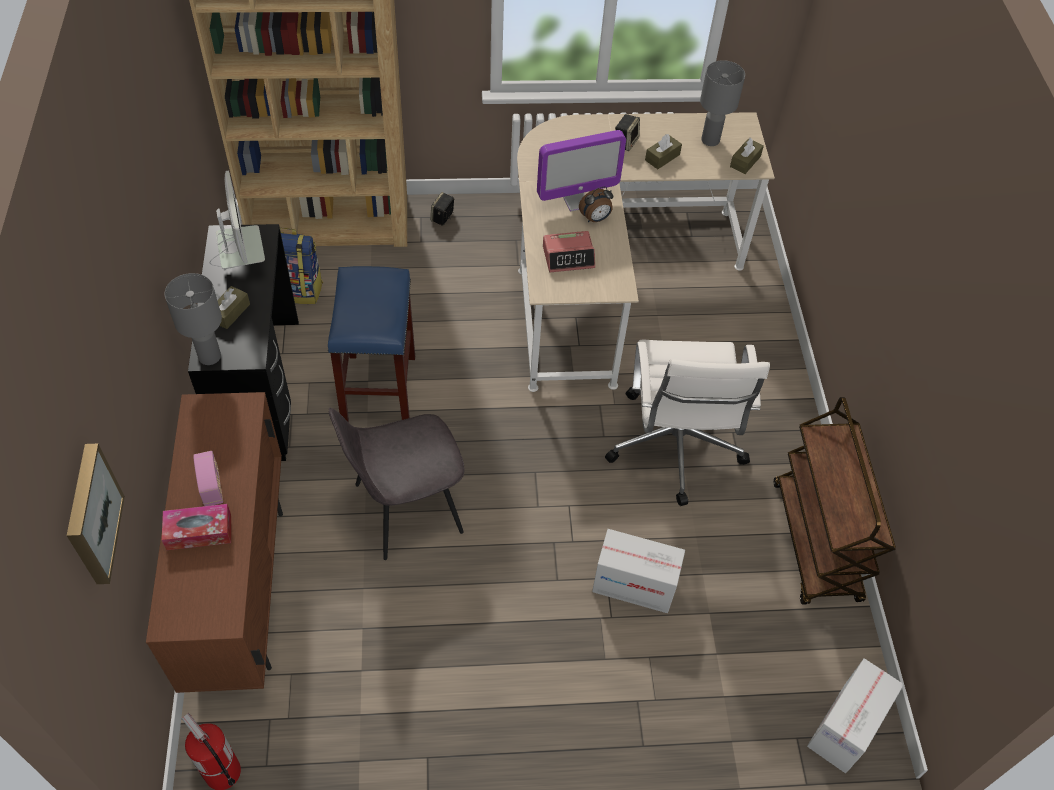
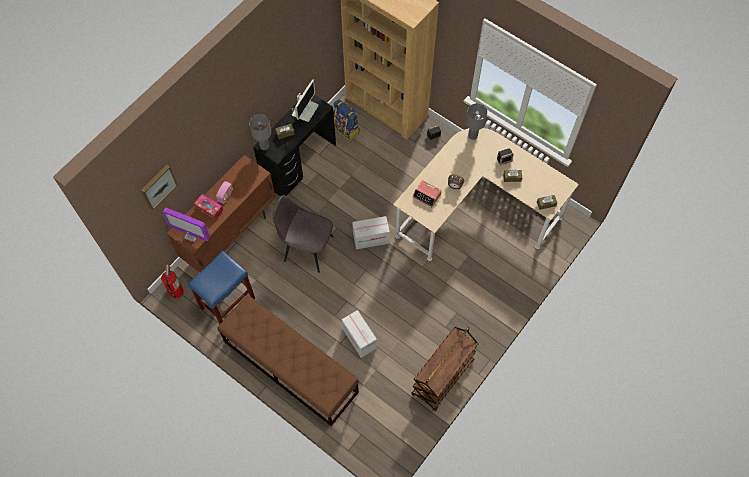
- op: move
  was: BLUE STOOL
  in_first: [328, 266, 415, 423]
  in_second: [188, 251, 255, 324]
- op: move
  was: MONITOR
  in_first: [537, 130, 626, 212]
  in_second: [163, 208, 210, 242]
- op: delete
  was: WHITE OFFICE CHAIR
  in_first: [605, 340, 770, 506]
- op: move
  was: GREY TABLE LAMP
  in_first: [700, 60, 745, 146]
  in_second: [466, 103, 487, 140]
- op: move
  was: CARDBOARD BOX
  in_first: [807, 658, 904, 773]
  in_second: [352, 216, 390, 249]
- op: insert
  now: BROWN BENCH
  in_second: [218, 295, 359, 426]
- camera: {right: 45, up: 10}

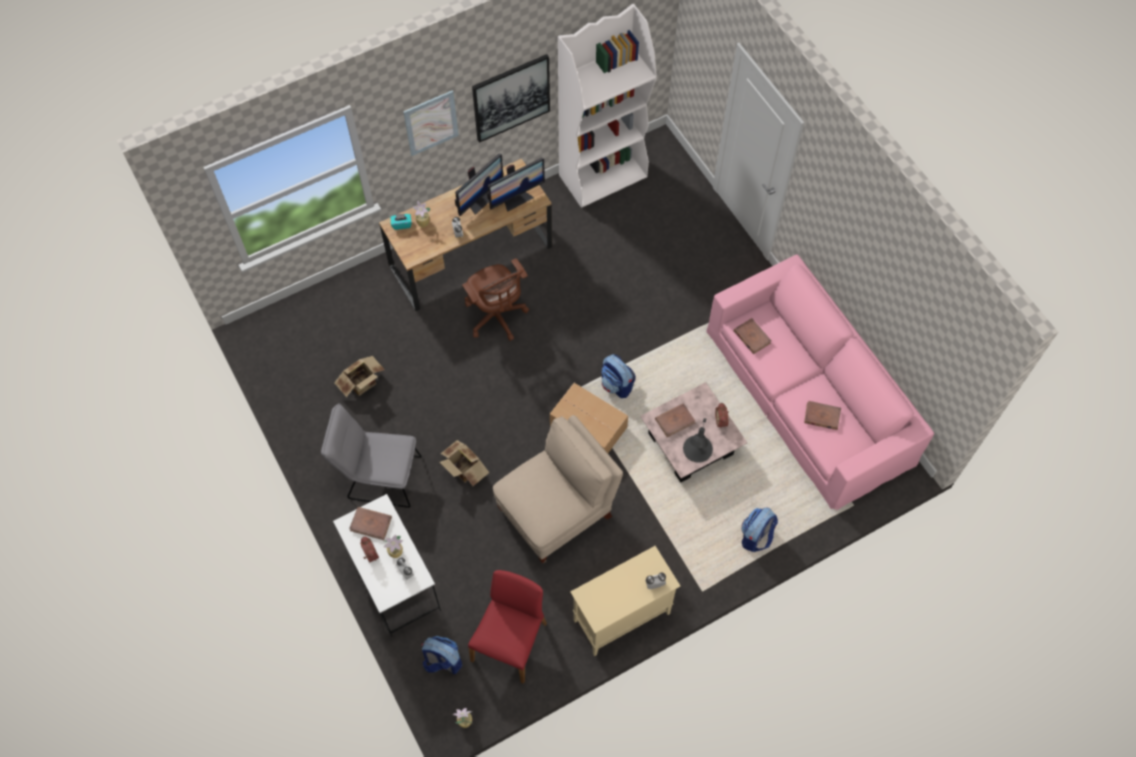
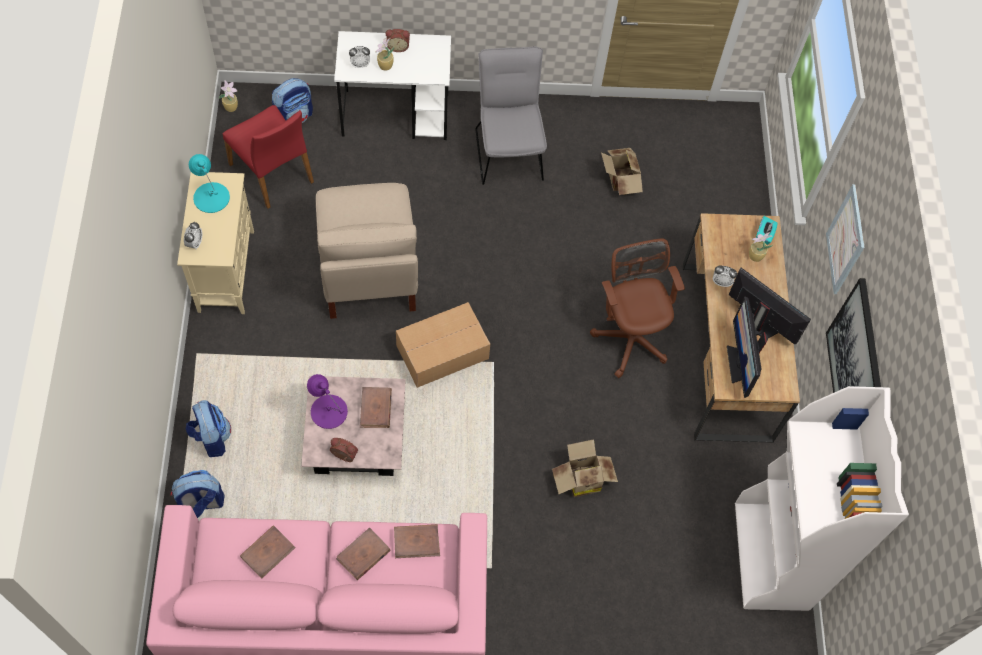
- op: rotate
  was: GREY CHAIR
  in_first: [321, 403, 422, 508]
  in_second: [476, 46, 547, 185]
  clockwise: -45
- op: move
  was: BROWN BOOK
  in_first: [349, 507, 392, 540]
  in_second: [336, 527, 391, 580]
- op: move
  was: CARDBOARD BOX
  in_first: [440, 440, 489, 486]
  in_second: [552, 439, 618, 497]
- op: rotate
  was: MONITOR
  in_first: [455, 154, 503, 216]
  in_second: [729, 268, 811, 344]
  clockwise: 150
- op: rotate
  was: BROWN OFFICE CHAIR
  in_first: [462, 258, 529, 341]
  in_second: [590, 239, 685, 378]
  clockwise: 75
- op: move
  was: BACKPACK
  in_first: [601, 354, 635, 398]
  in_second: [170, 470, 225, 518]
- op: recolor
  was: BLACK TABLE LAMP
  now: PURPLE TABLE LAMP
  in_first: [683, 418, 713, 463]
  in_second: [307, 374, 348, 429]
- op: insert
  now: TURQUOISE TABLE LAMP
  in_second: [189, 154, 230, 213]
- camera: {right: 115, up: 0}

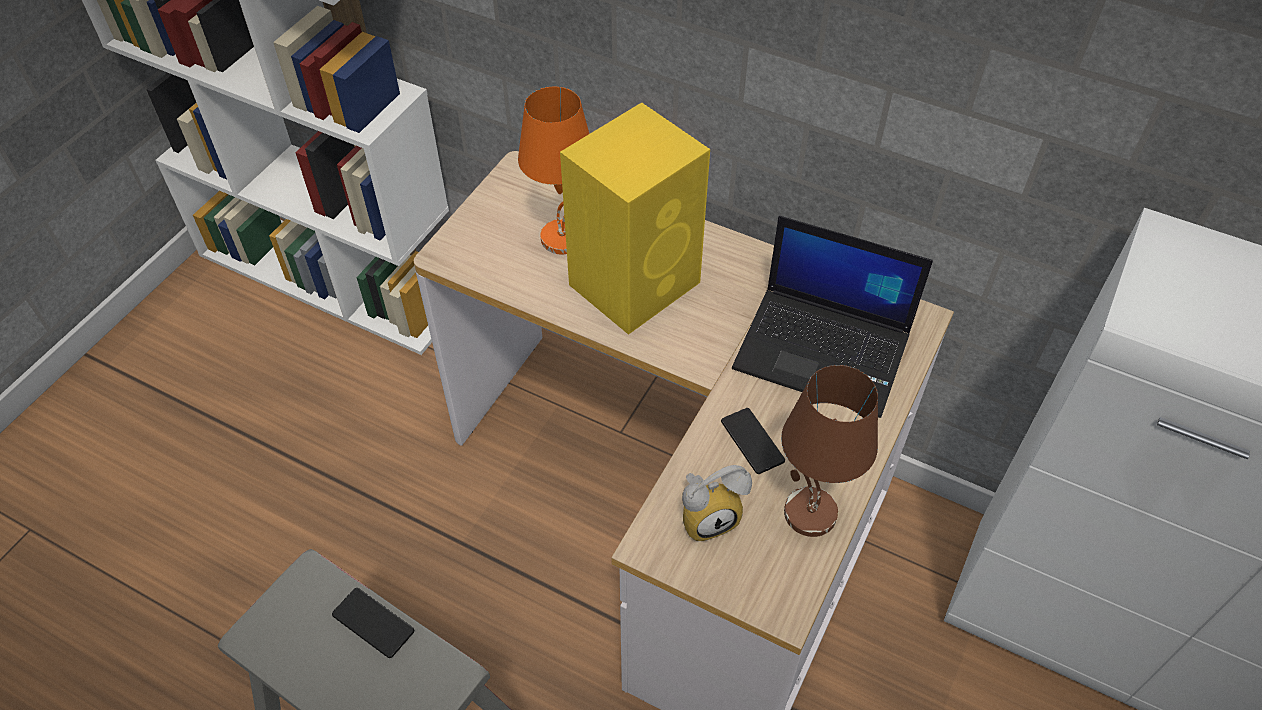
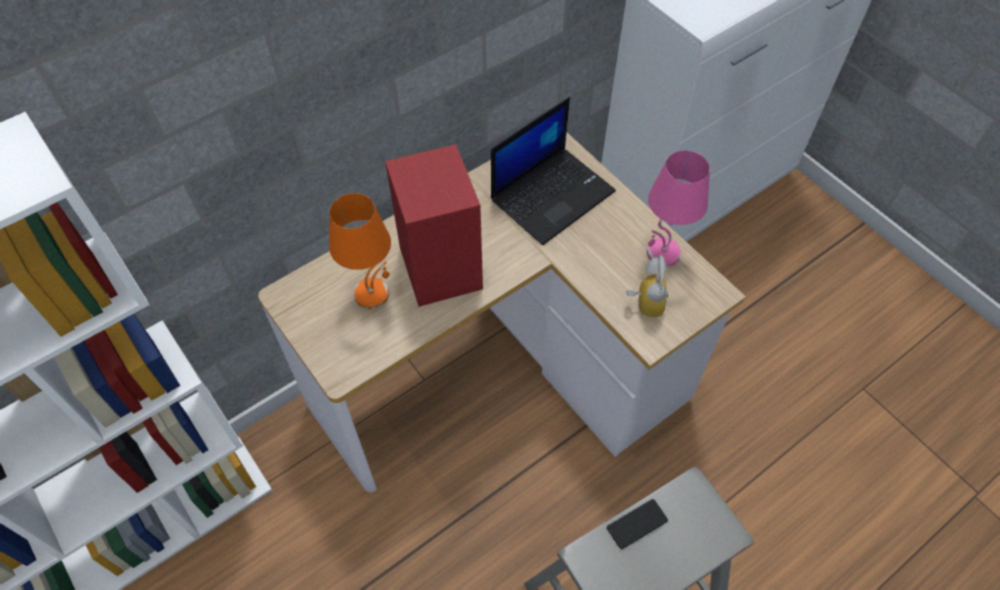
- op: recolor
  was: YELLOW SPEAKER
  now: RED SPEAKER
  in_first: [560, 102, 710, 335]
  in_second: [385, 144, 483, 307]
- op: delete
  was: PHONE
  in_first: [721, 408, 785, 474]
- op: recolor
  was: BROWN TABLE LAMP
  now: PINK TABLE LAMP
  in_first: [781, 365, 878, 537]
  in_second: [647, 150, 710, 267]
- camera: {right: -65, up: 5}

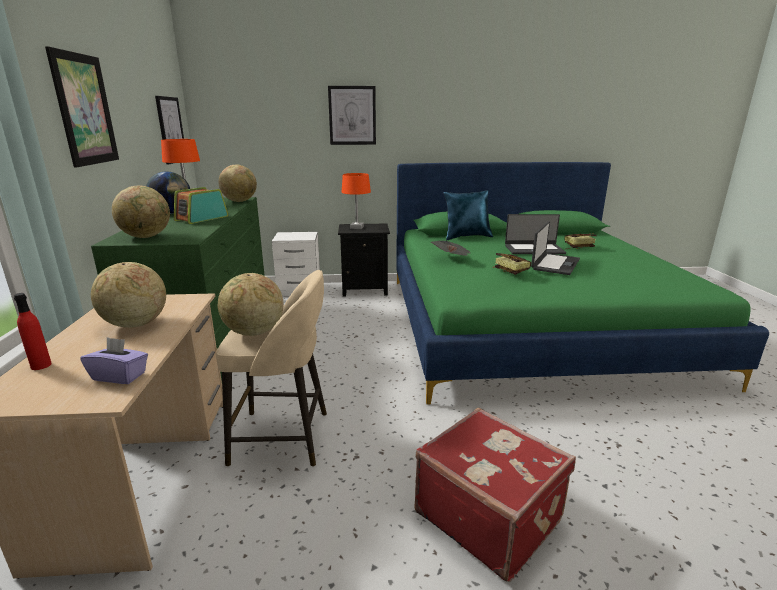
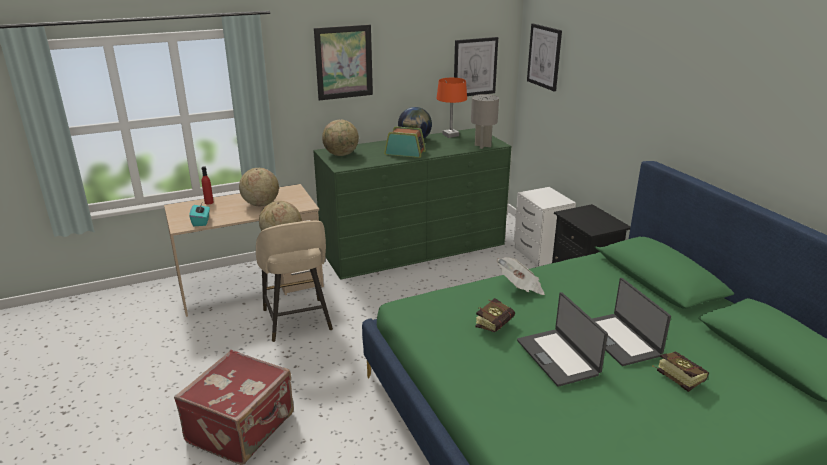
- op: recolor
  was: PURPLE TISSUE BOX
  now: TURQUOISE TISSUE BOX
  in_first: [80, 337, 148, 384]
  in_second: [189, 203, 210, 226]
- op: replace
  was: GLOBE
  now: GREY TABLE LAMP
  in_first: [219, 164, 257, 202]
  in_second: [471, 94, 499, 149]
- op: move
  was: PICTURE
  in_first: [328, 86, 376, 145]
  in_second: [527, 23, 562, 91]
- op: delete
  was: ORANGE TABLE LAMP
  in_first: [342, 173, 371, 229]
- op: delete
  was: BLUE PILLOW
  in_first: [444, 190, 493, 240]
- op: rotate
  was: LAPTOP
  in_first: [531, 221, 580, 275]
  in_second: [517, 292, 608, 387]
  clockwise: 60
- camera: {right: 70, up: 5}

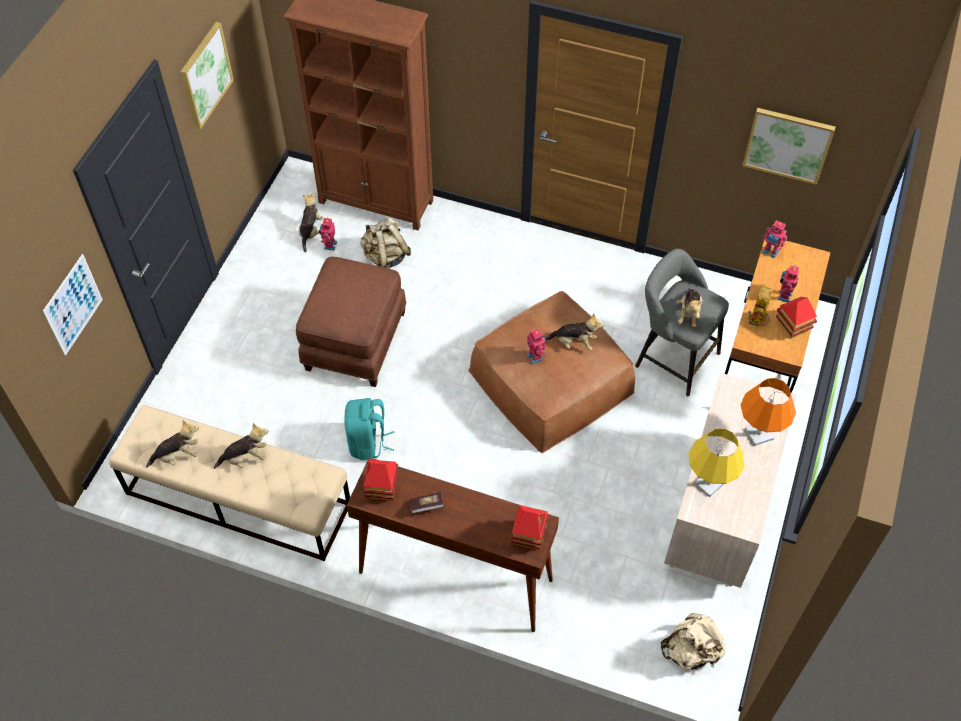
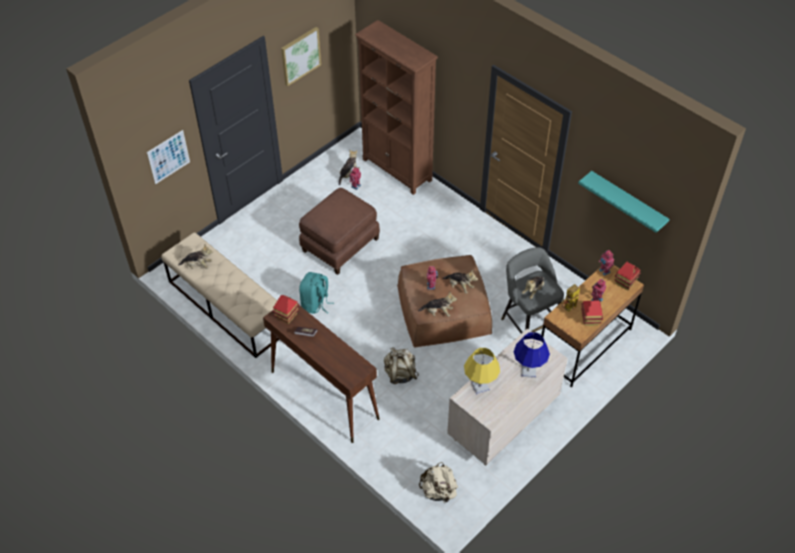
- op: move
  was: PLUSH TOY
  in_first: [214, 423, 268, 469]
  in_second: [418, 292, 457, 317]
- op: move
  was: BEIGE BACKPACK
  in_first: [360, 217, 411, 268]
  in_second: [384, 347, 419, 384]
- op: move
  was: TOY HOUSE
  in_first: [510, 505, 549, 550]
  in_second: [614, 262, 641, 290]
- op: recolor
  was: ORANGE TABLE LAMP
  now: BLUE TABLE LAMP
  in_first: [741, 378, 796, 446]
  in_second: [514, 332, 550, 378]
- op: replace
  was: PICTURE
  now: TURQUOISE SHELF
  in_first: [742, 108, 835, 185]
  in_second: [578, 171, 669, 233]
- camera: {right: 25, up: -5}

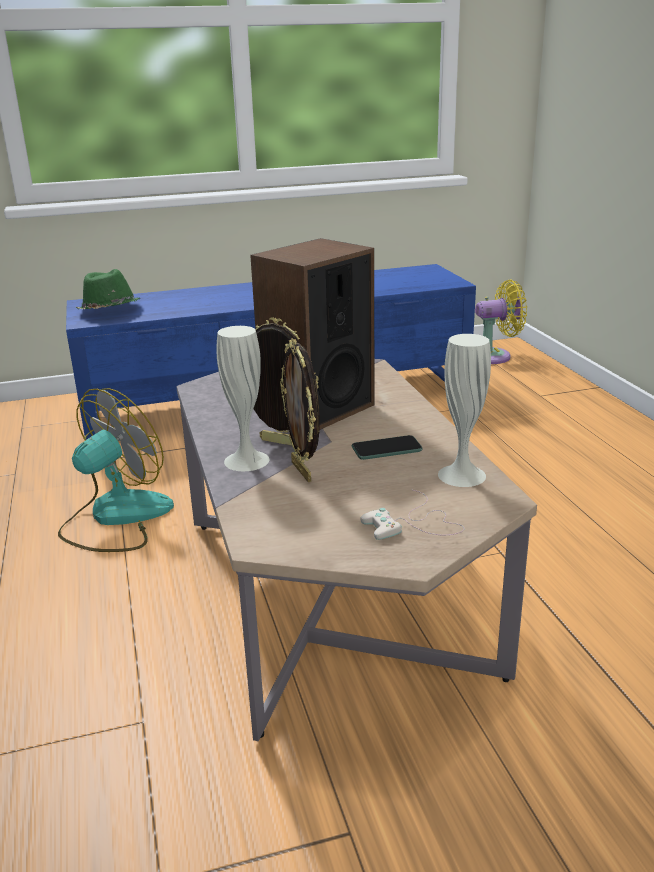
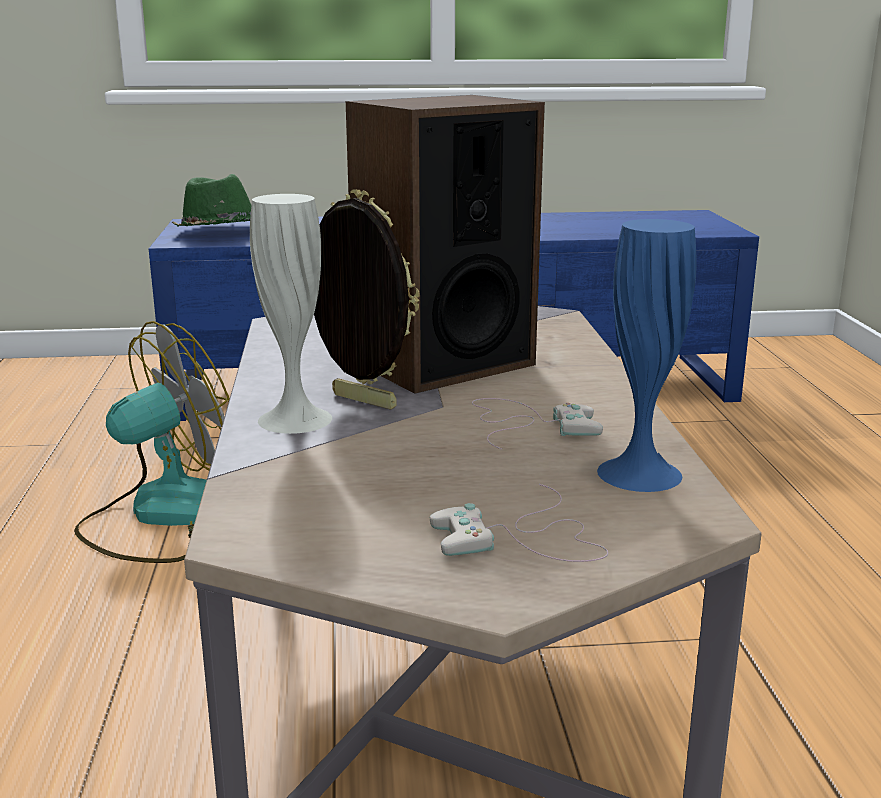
- op: delete
  was: PICTURE FRAME
  in_first: [280, 338, 320, 482]
- op: replace
  was: PHONE
  now: WHITE GAME CONTROLLER
  in_first: [352, 435, 423, 460]
  in_second: [472, 398, 603, 449]
- op: recolor
  was: WHITE VASE
  now: BLUE VASE
  in_first: [438, 334, 491, 487]
  in_second: [597, 219, 697, 492]
- op: delete
  was: YELLOW FAN
  in_first: [475, 279, 527, 364]
- camera: {right: 10, up: -5}

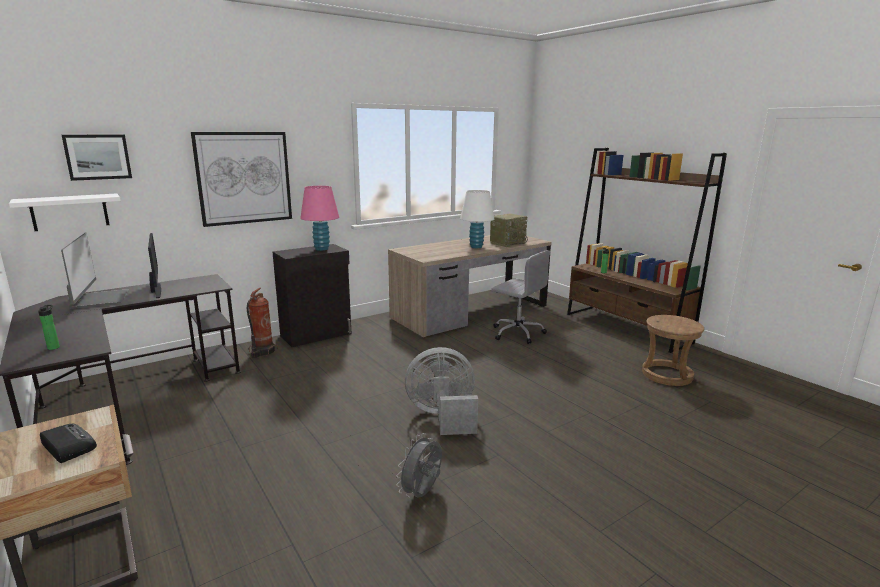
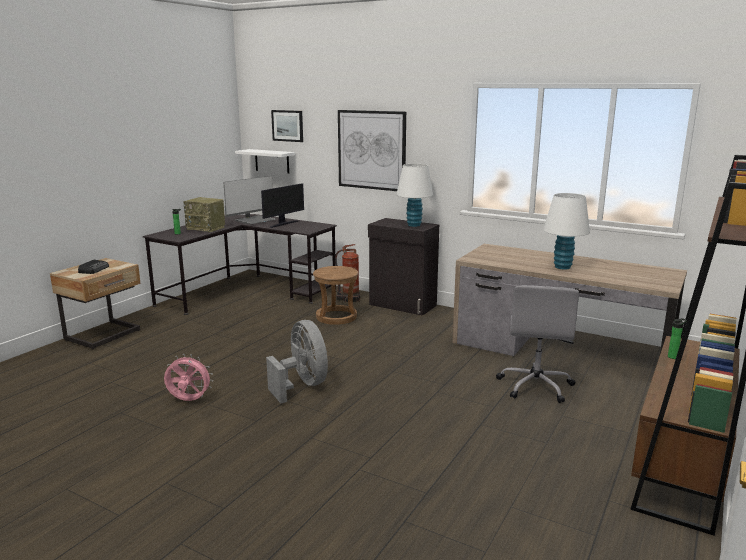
- op: recolor
  was: PINK TABLE LAMP
  now: WHITE TABLE LAMP
  in_first: [300, 186, 339, 251]
  in_second: [396, 164, 433, 227]
- op: recolor
  was: GREY FAN
  now: PINK FAN
  in_first: [396, 433, 442, 498]
  in_second: [164, 354, 213, 401]
- op: move
  was: RADIO
  in_first: [490, 213, 528, 247]
  in_second: [184, 197, 225, 232]
- op: move
  was: BROWN STOOL
  in_first: [642, 315, 704, 386]
  in_second: [313, 266, 358, 325]
- camera: {right: 65, up: 0}

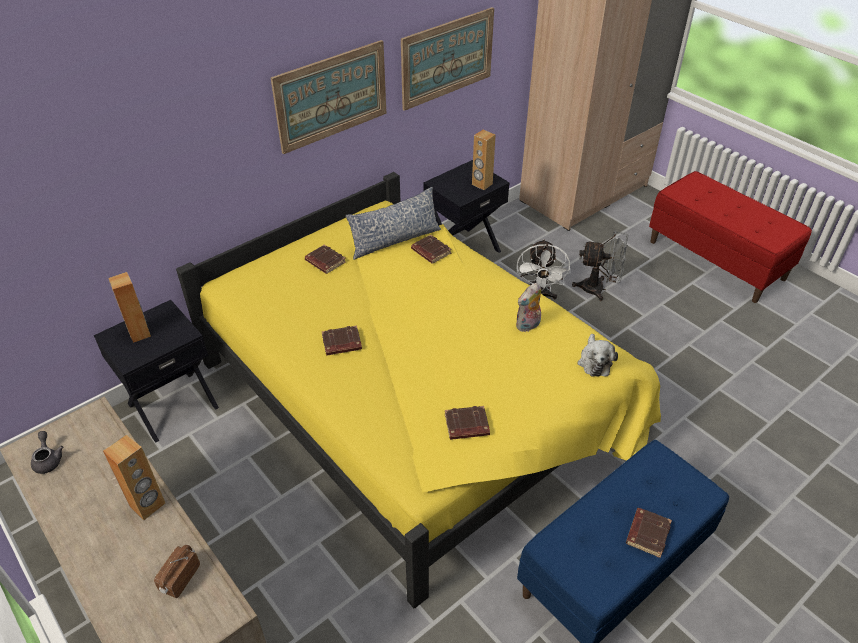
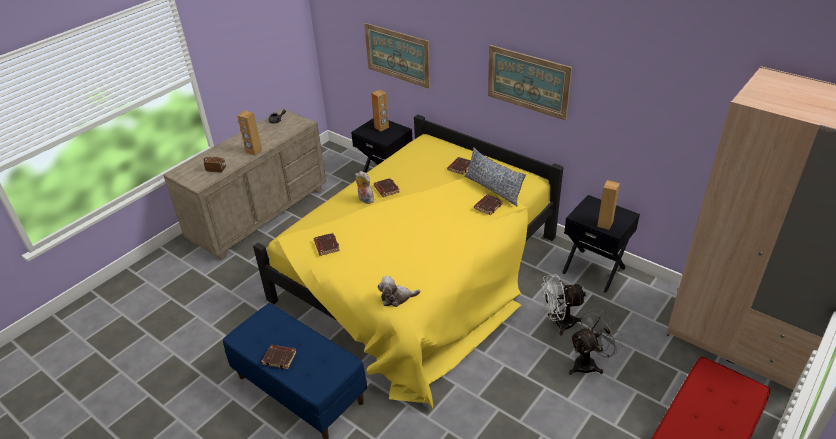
- op: move
  was: PICTURE
  in_first: [401, 7, 494, 111]
  in_second: [364, 23, 430, 89]
- op: move
  was: PLUSH TOY
  in_first: [516, 283, 541, 332]
  in_second: [355, 171, 374, 204]
- op: rotate
  was: GREY FAN
  in_first: [572, 230, 628, 301]
  in_second: [569, 308, 623, 375]
  clockwise: -120
- camera: {right: 80, up: -5}

